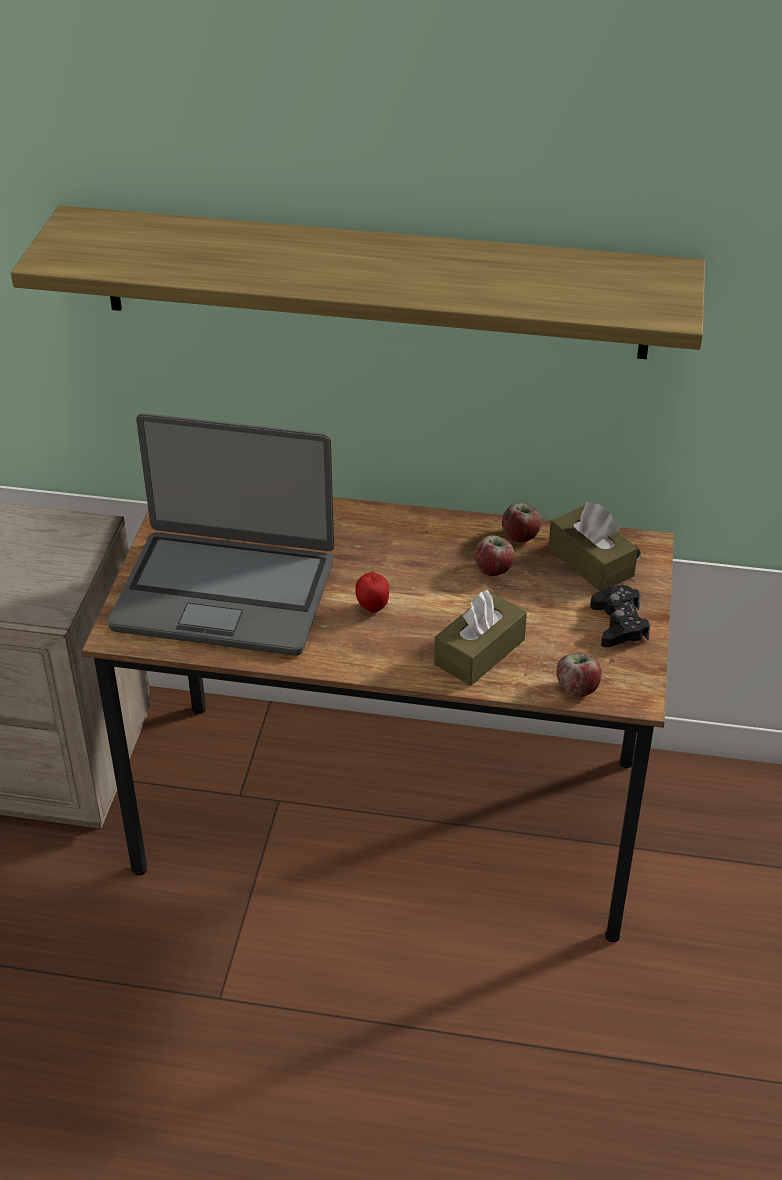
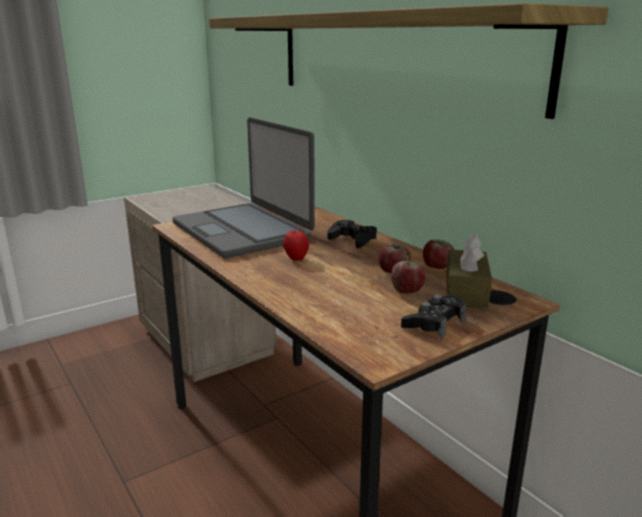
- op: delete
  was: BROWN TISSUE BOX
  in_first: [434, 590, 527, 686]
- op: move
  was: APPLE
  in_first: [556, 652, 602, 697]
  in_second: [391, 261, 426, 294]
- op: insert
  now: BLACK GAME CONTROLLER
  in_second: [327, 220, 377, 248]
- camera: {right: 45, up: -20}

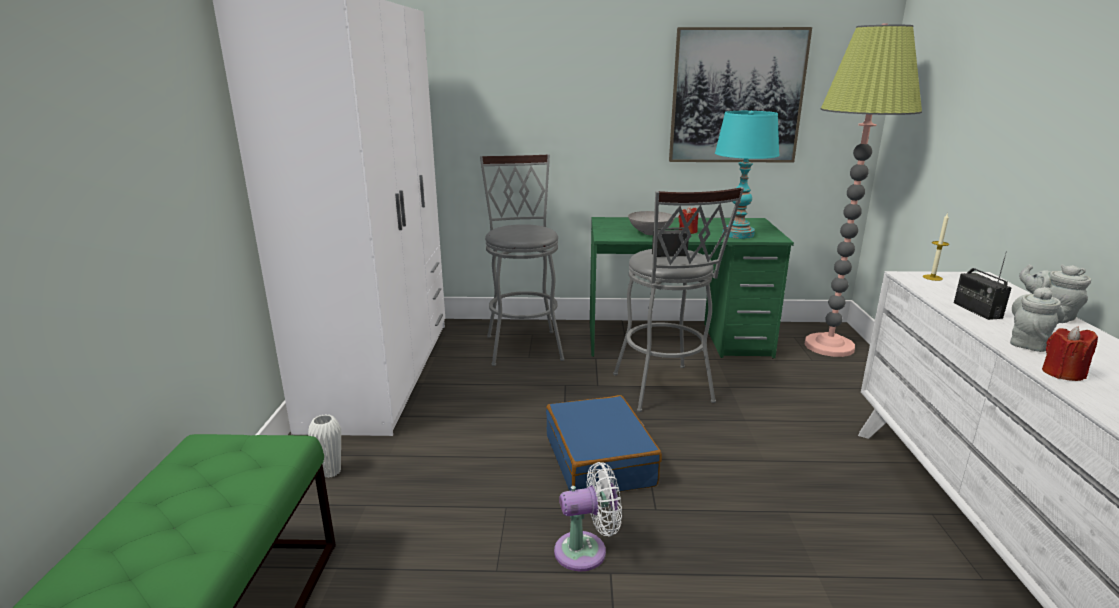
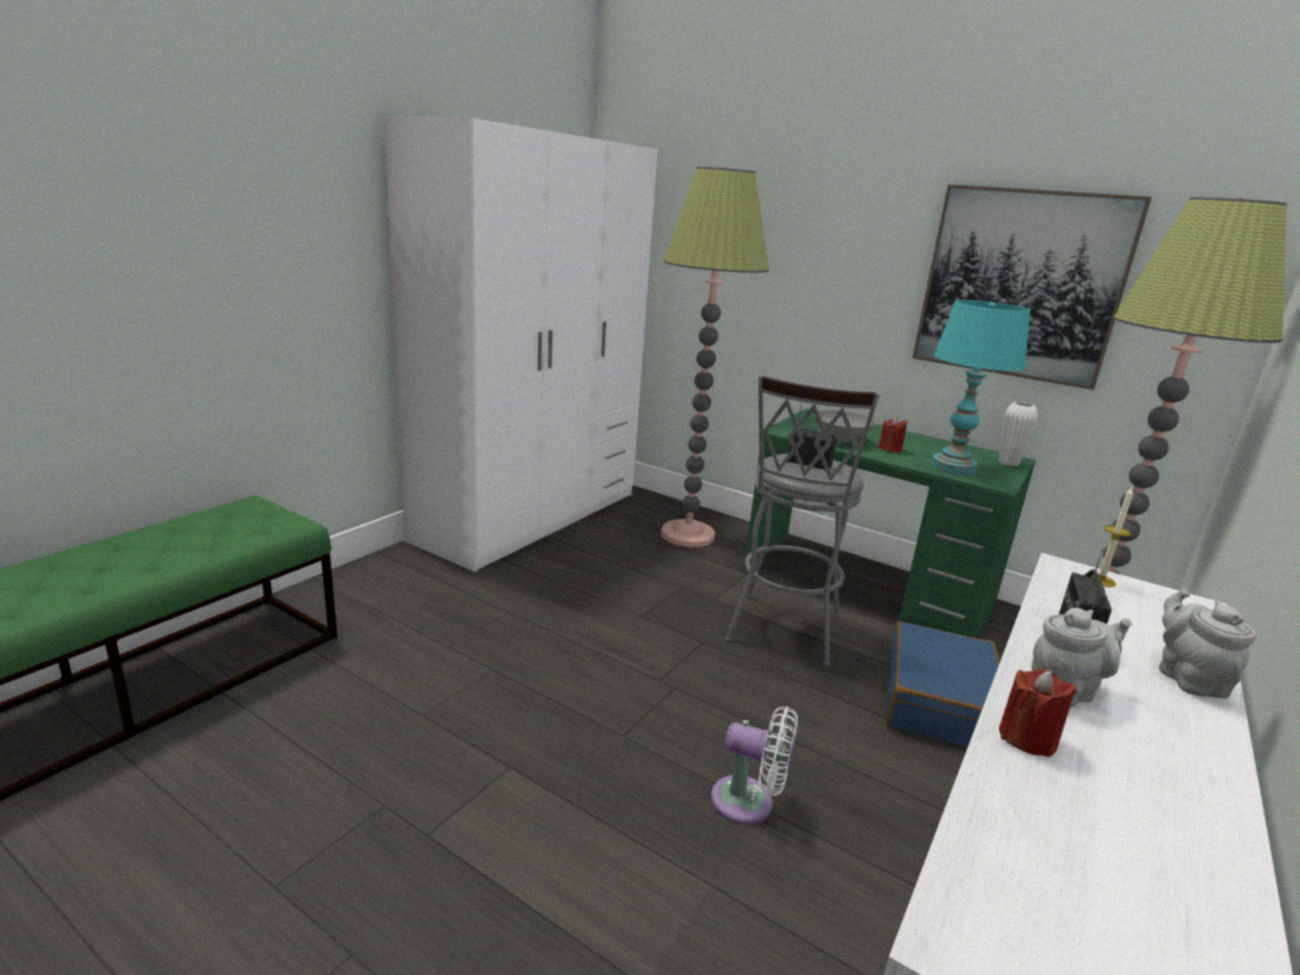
- op: move
  was: WHITE VASE
  in_first: [308, 415, 341, 478]
  in_second: [999, 402, 1038, 466]
- op: replace
  was: GREY STOOL
  now: FLOOR LAMP
  in_first: [480, 154, 565, 366]
  in_second: [661, 167, 769, 547]
- op: move
  was: BLUE SUITCASE
  in_first: [546, 395, 662, 492]
  in_second: [886, 621, 1000, 748]
- op: move
  was: WHITE FAN
  in_first: [554, 462, 622, 572]
  in_second: [711, 706, 798, 825]
- camera: {right: 30, up: 0}

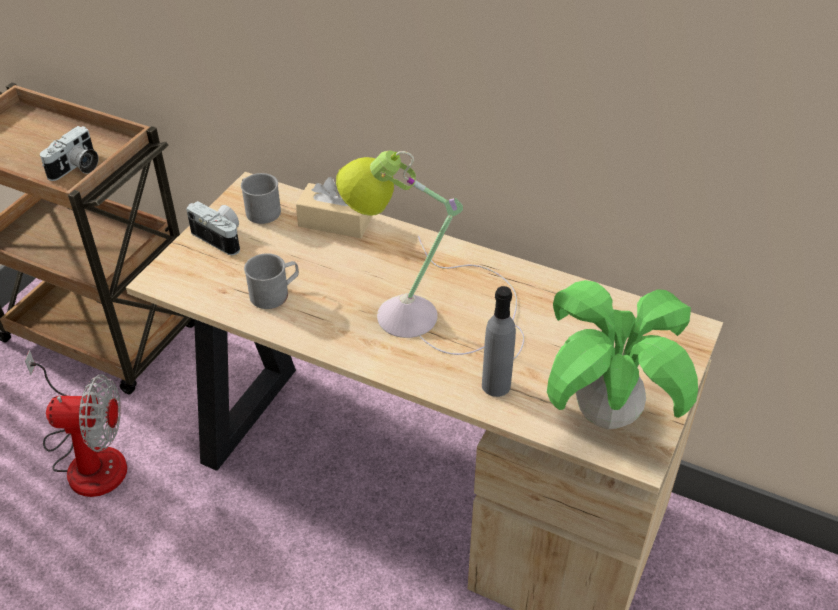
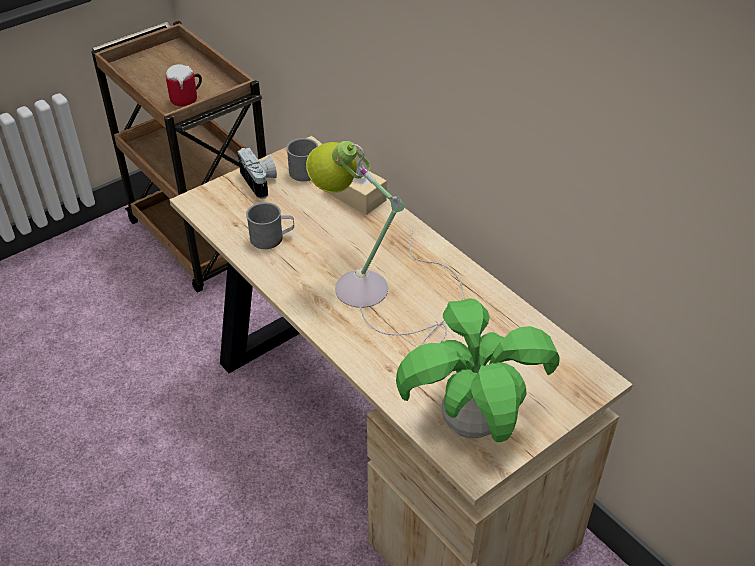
- op: delete
  was: FAN
  in_first: [25, 350, 127, 497]
- op: replace
  was: PHOTO CAMERA
  now: MUG
  in_first: [40, 126, 99, 181]
  in_second: [166, 64, 202, 106]
- op: delete
  was: GREY BOTTLE
  in_first: [482, 286, 516, 397]
- camera: {right: 25, up: 0}

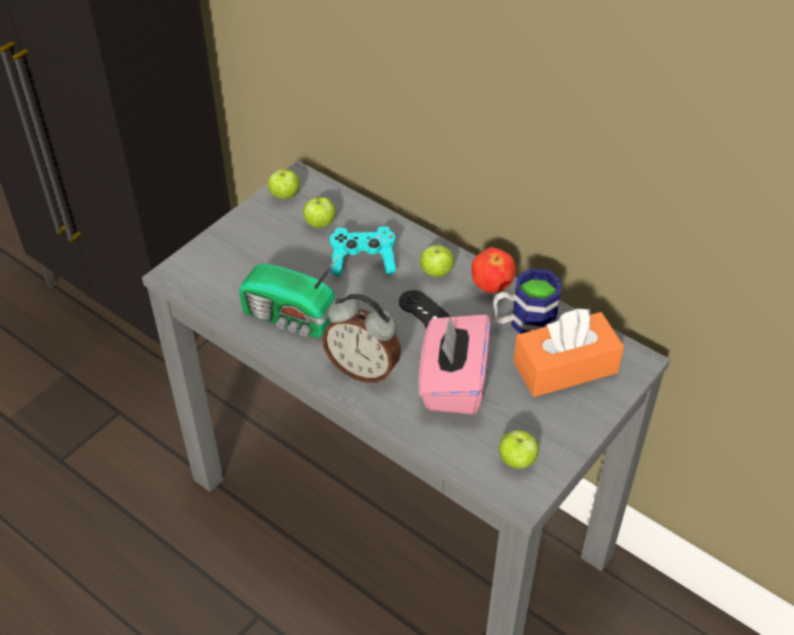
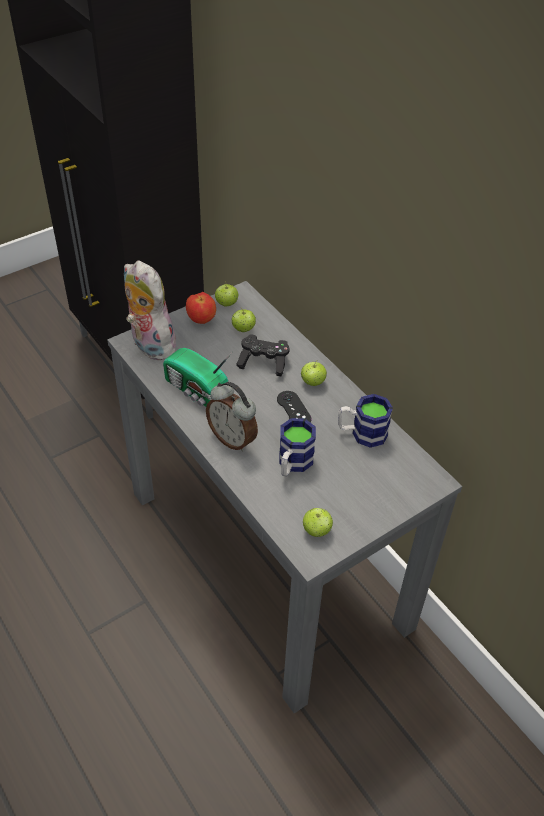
- op: recolor
  was: TURQUOISE GAME CONTROLLER
  now: BLACK GAME CONTROLLER
  in_first: [330, 226, 396, 276]
  in_second: [236, 334, 290, 376]
- op: replace
  was: PINK TISSUE BOX
  now: MUG
  in_first: [419, 314, 491, 415]
  in_second: [279, 418, 316, 476]
- op: move
  was: APPLE
  in_first: [472, 247, 516, 293]
  in_second: [186, 292, 216, 324]
- op: delete
  was: ORANGE TISSUE BOX
  in_first: [513, 308, 624, 397]
- op: insert
  now: PLUSH TOY
  in_second: [124, 260, 176, 360]
- camera: {right: 15, up: 0}

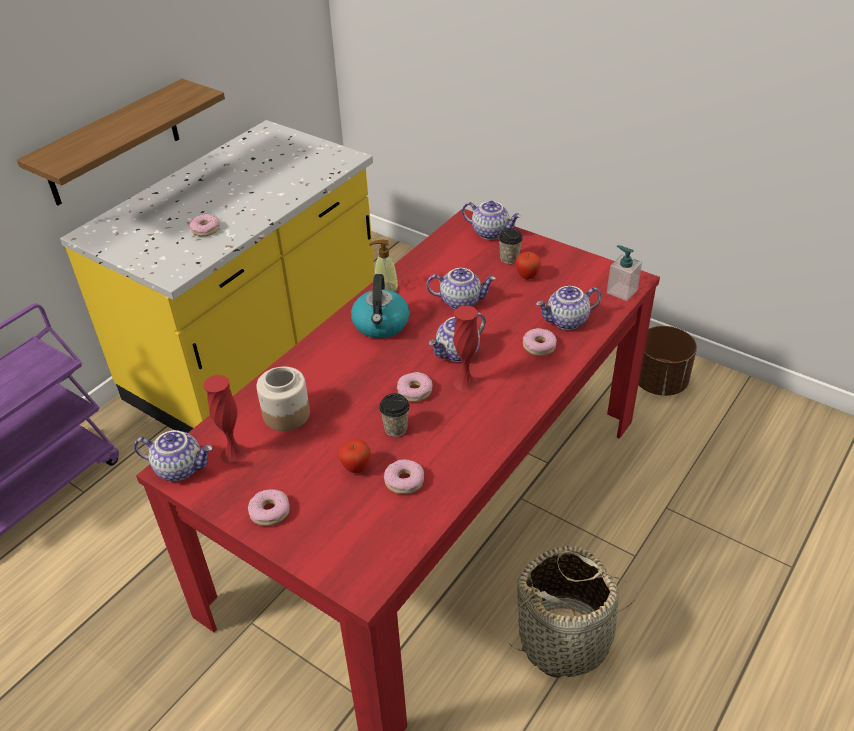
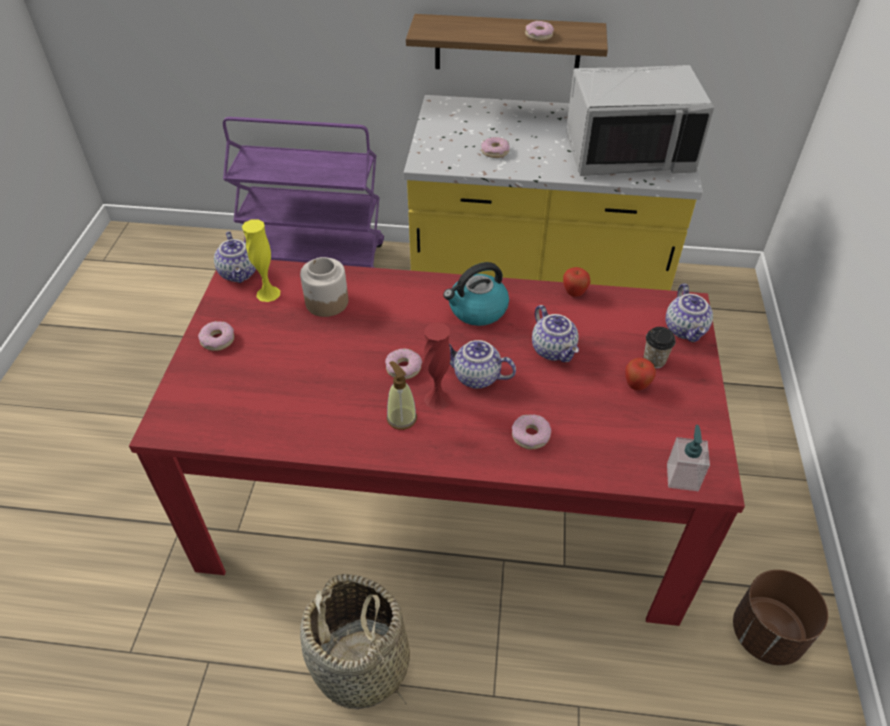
- op: recolor
  was: RED VASE
  now: YELLOW VASE
  in_first: [204, 375, 249, 465]
  in_second: [242, 219, 280, 302]
- op: move
  was: APPLE
  in_first: [338, 439, 371, 473]
  in_second: [563, 267, 590, 297]
- op: move
  was: SOAP DISPENSER
  in_first: [370, 240, 399, 293]
  in_second: [387, 361, 417, 430]
- op: delete
  was: CUP
  in_first: [379, 393, 410, 437]
- op: move
  was: DONUT
  in_first: [384, 459, 424, 494]
  in_second: [525, 21, 554, 41]
- op: delete
  was: TEAPOT
  in_first: [536, 286, 602, 330]
- op: insert
  now: GREY MICROWAVE
  in_second: [566, 65, 714, 176]
- camera: {right: 60, up: 5}

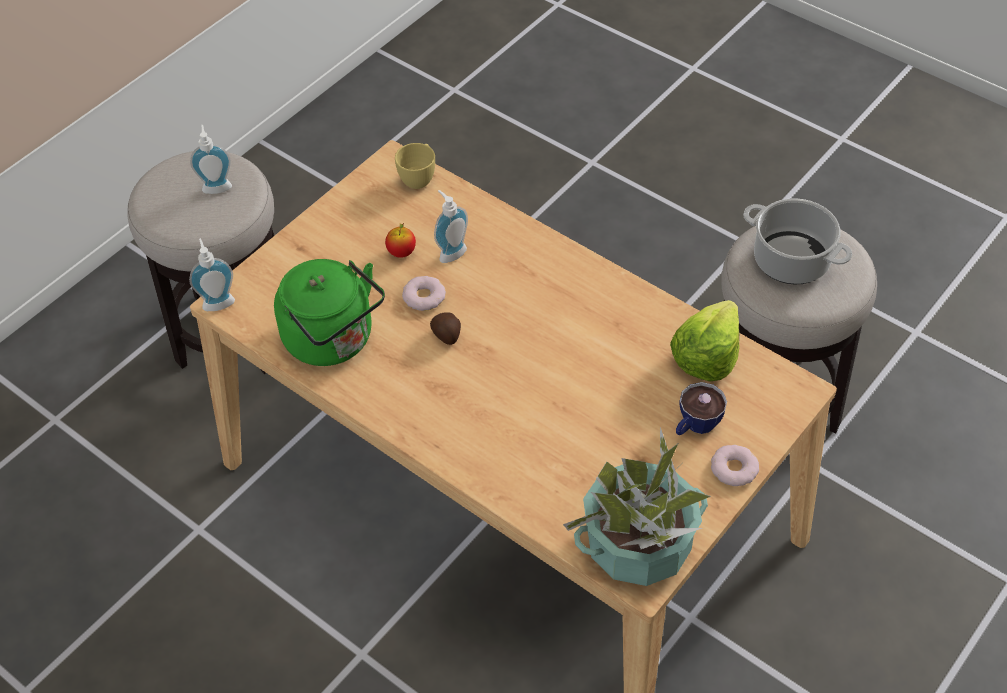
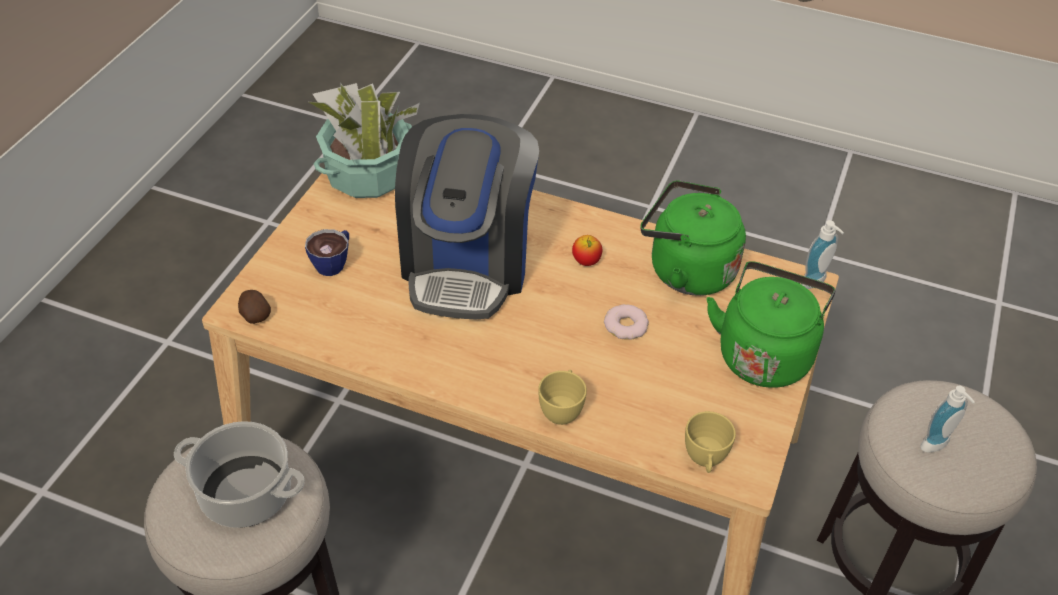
- op: move
  was: APPLE
  in_first: [385, 223, 416, 258]
  in_second: [572, 235, 602, 266]
- op: move
  was: POTATO
  in_first: [430, 312, 461, 345]
  in_second: [238, 290, 271, 324]
- op: delete
  was: SOAP DISPENSER
  in_first: [434, 190, 468, 263]
- op: delete
  was: LETTUCE
  in_first: [670, 300, 739, 381]
- op: delete
  was: DONUT
  in_first: [711, 445, 759, 486]
- op: insert
  now: COFFEE MACHINE
  in_second: [395, 114, 539, 320]
- op: insert
  now: YELLOW CUP
  in_second: [538, 370, 587, 425]
- op: insert
  now: GREEN KETTLE
  in_second: [706, 261, 836, 388]
- camera: {right: 160, up: -5}

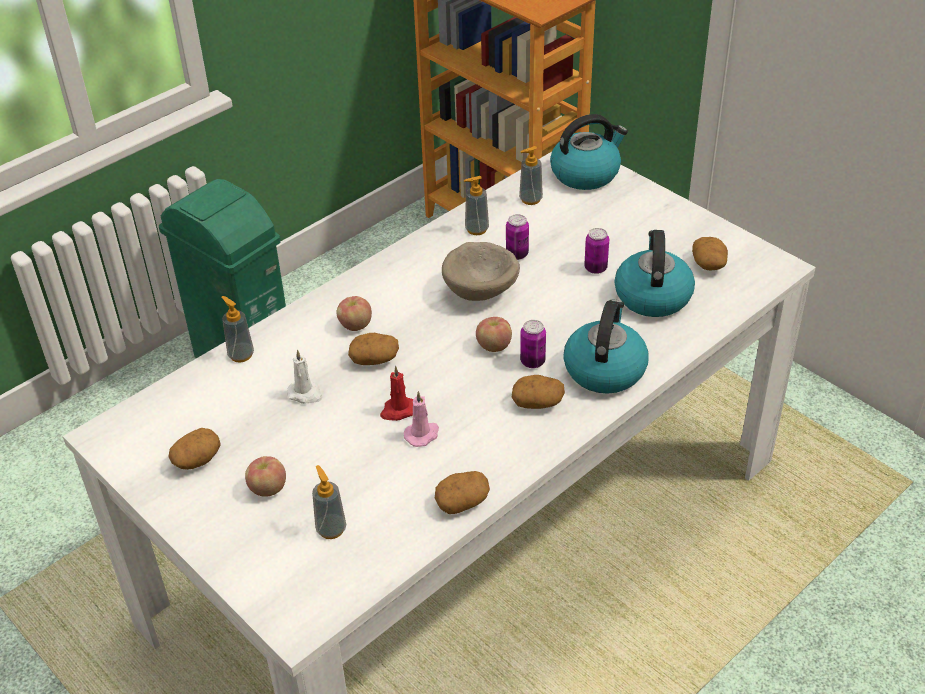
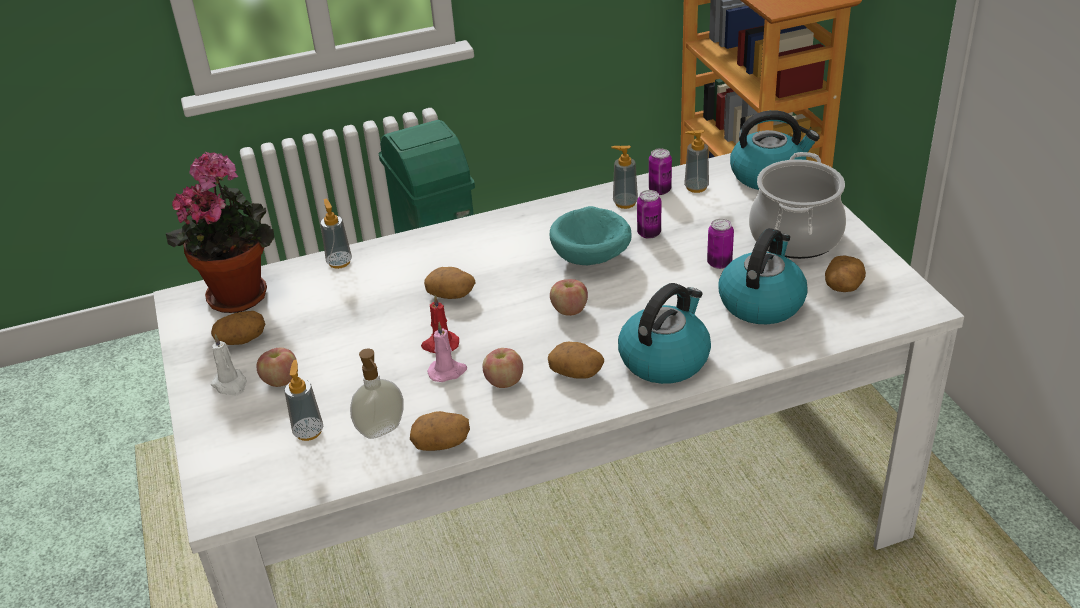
- op: move
  was: WHITE CANDLE
  in_first: [287, 349, 322, 404]
  in_second: [211, 334, 247, 396]
- op: move
  was: APPLE
  in_first: [336, 296, 372, 331]
  in_second: [483, 348, 523, 388]
- op: recolor
  was: BEIGE BOWL
  now: TURQUOISE BOWL
  in_first: [442, 242, 520, 301]
  in_second: [550, 206, 632, 265]
- op: move
  was: CAN
  in_first: [520, 320, 546, 368]
  in_second: [649, 148, 672, 195]
- op: insert
  now: POTTED PLANT
  in_second: [166, 152, 274, 313]
- op: insert
  now: SOAP DISPENSER
  in_second: [350, 349, 404, 439]
- op: insert
  now: COOKING POT
  in_second: [749, 152, 846, 259]
- camera: {right: 25, up: -5}

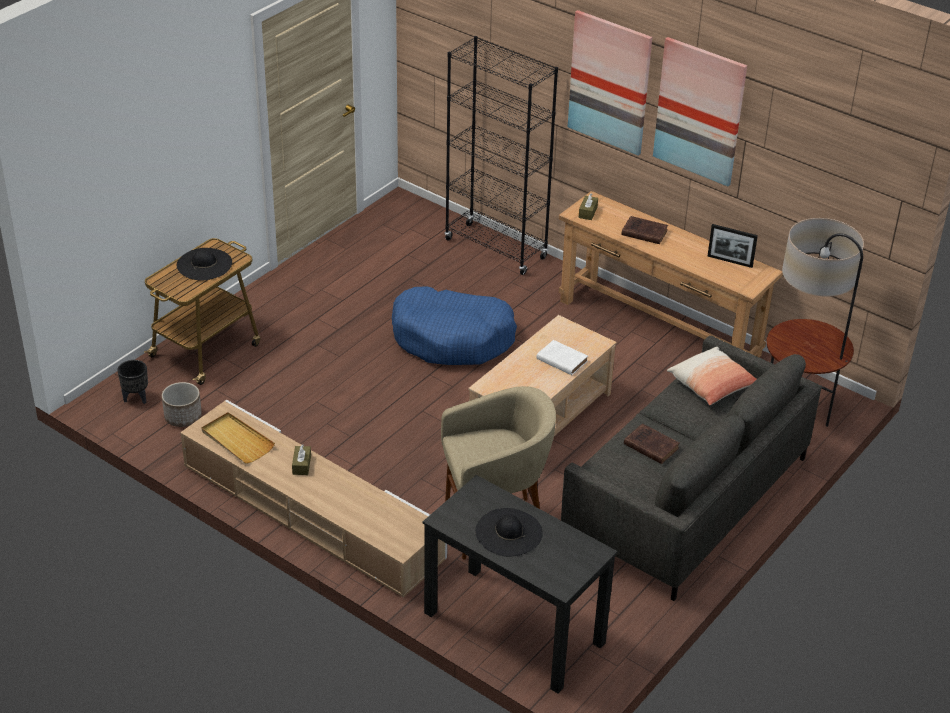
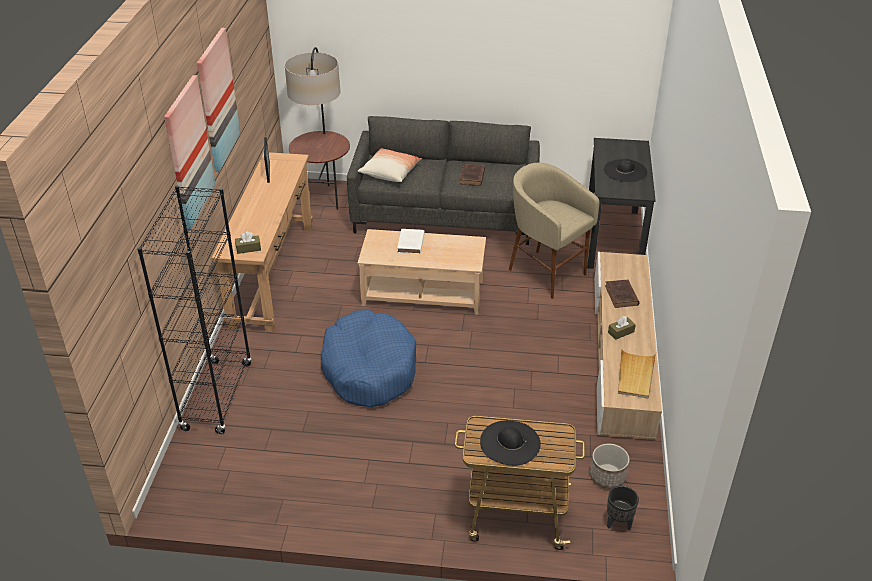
- op: move
  was: BROWN BOOK
  in_first: [621, 216, 668, 244]
  in_second: [605, 279, 639, 308]
- camera: {right: -120, up: 0}

